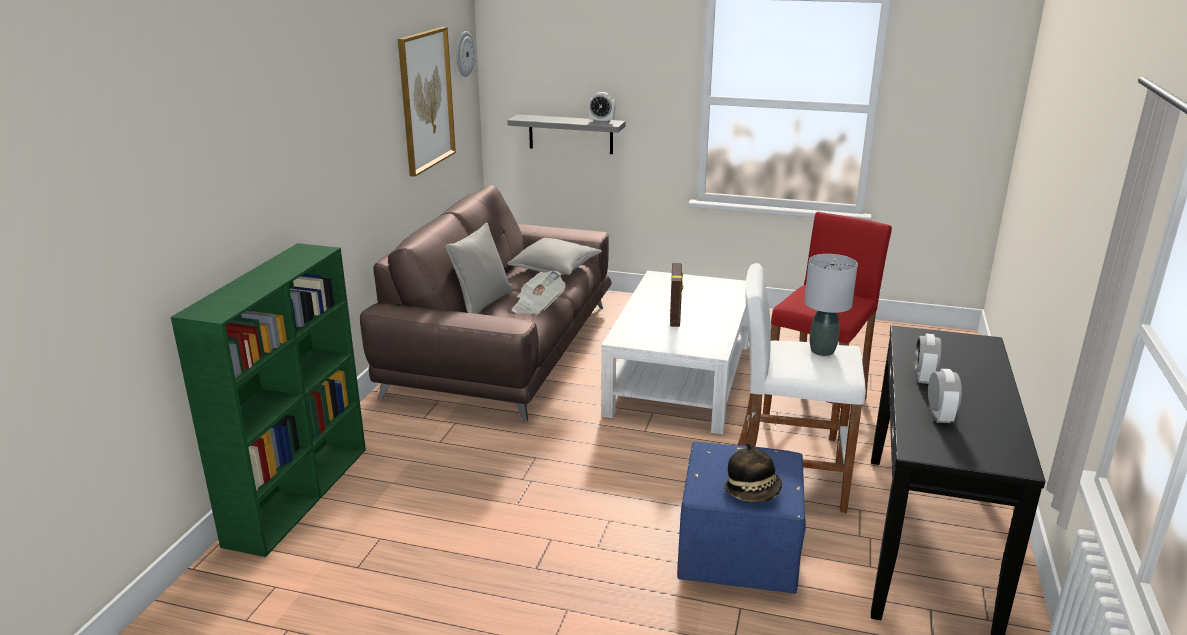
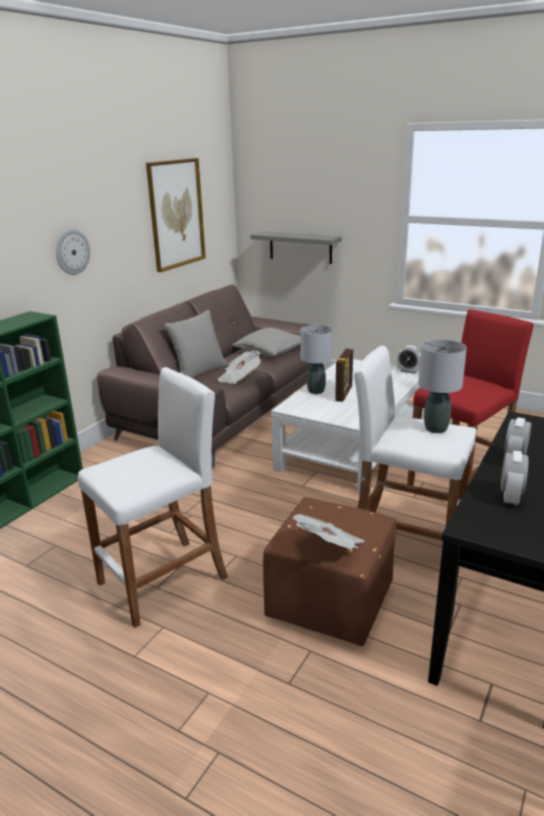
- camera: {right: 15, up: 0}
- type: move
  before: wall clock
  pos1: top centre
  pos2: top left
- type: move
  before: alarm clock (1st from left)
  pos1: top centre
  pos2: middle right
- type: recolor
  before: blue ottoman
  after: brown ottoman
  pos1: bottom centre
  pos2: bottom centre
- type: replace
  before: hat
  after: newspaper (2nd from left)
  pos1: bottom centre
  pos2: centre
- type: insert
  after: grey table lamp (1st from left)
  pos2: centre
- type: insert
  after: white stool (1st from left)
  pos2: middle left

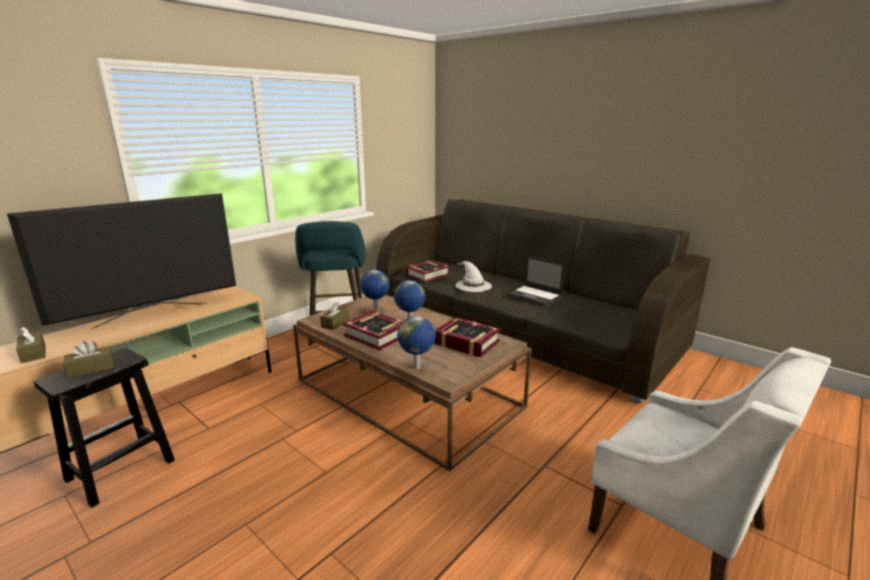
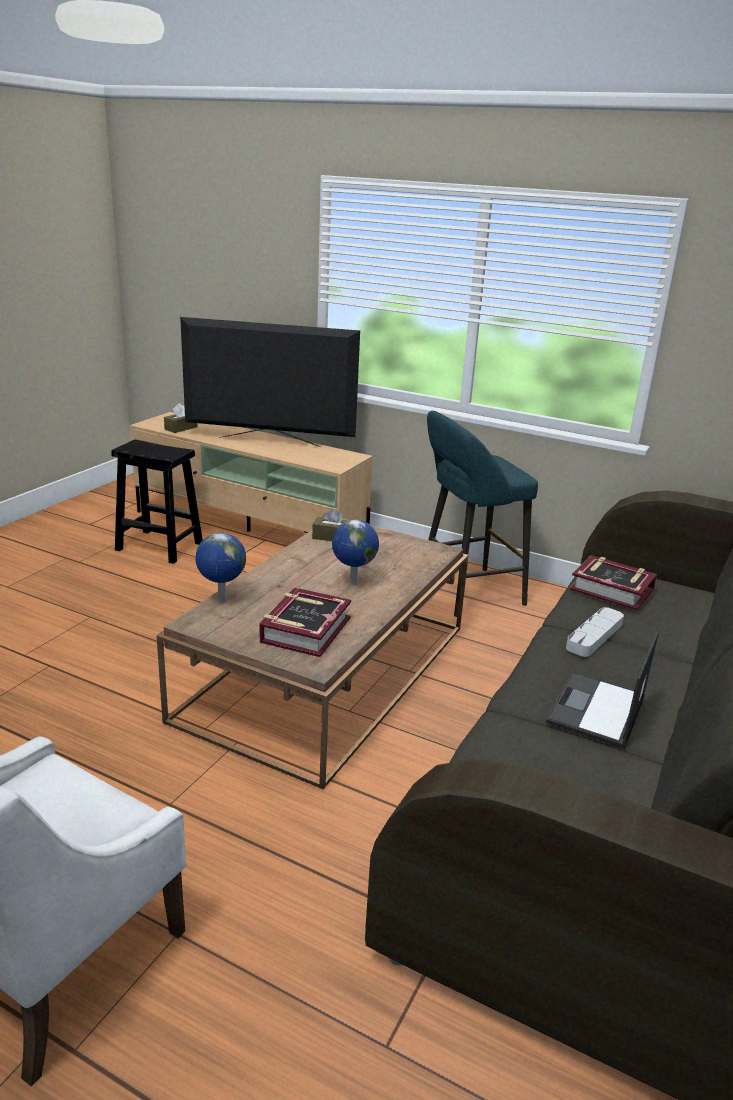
- camera: {right: 75, up: 5}
- type: rotate
  before: television
  pos1: middle left
  pos2: centre
  turn: 150
- type: replace
  before: white hat
  after: grey tray
  pos1: centre
  pos2: middle right
- type: delete
  before: globe (1st from left)
  pos1: centre
- type: delete
  before: book (1st from left)
  pos1: centre
- type: delete
  before: brown tissue box (2nd from left)
  pos1: middle left

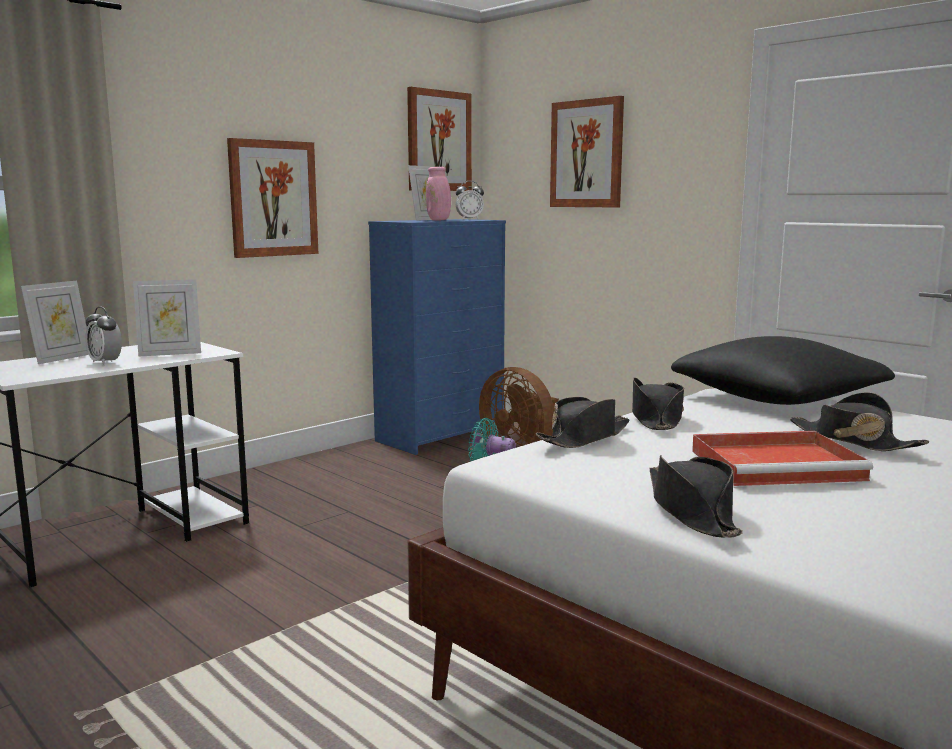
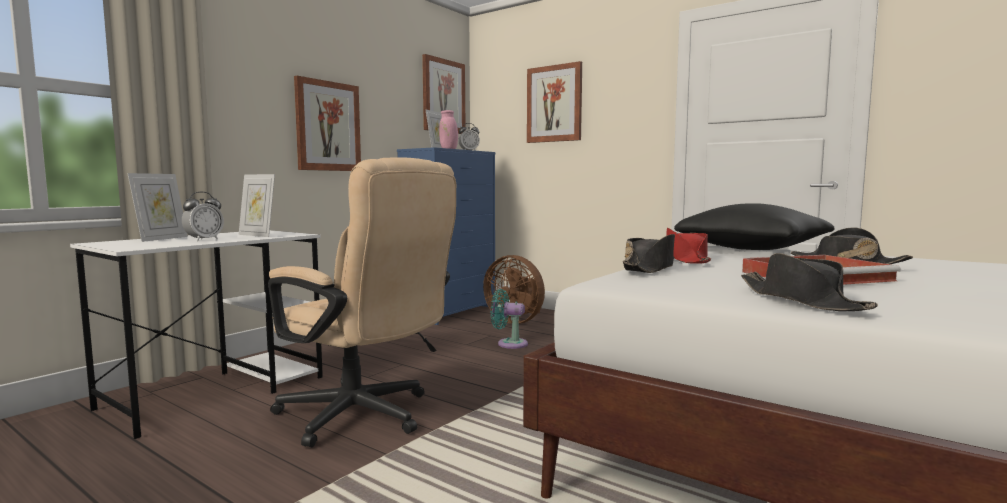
- camera: {right: -10, up: -5}
- type: rotate
  before: picture frame (2nd from left)
  pos1: middle left
  pos2: middle left
  turn: 60
- type: rotate
  before: alarm clock (1st from left)
  pos1: middle left
  pos2: middle left
  turn: -90
- type: recolor
  before: black hat (2nd from left)
  after: red hat
  pos1: middle right
  pos2: middle right
- type: insert
  after: beige office chair
  pos2: centre

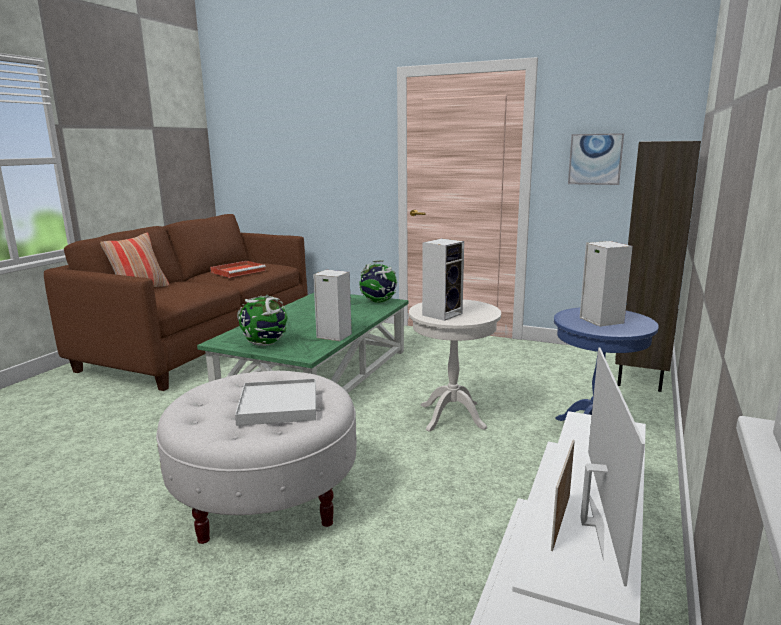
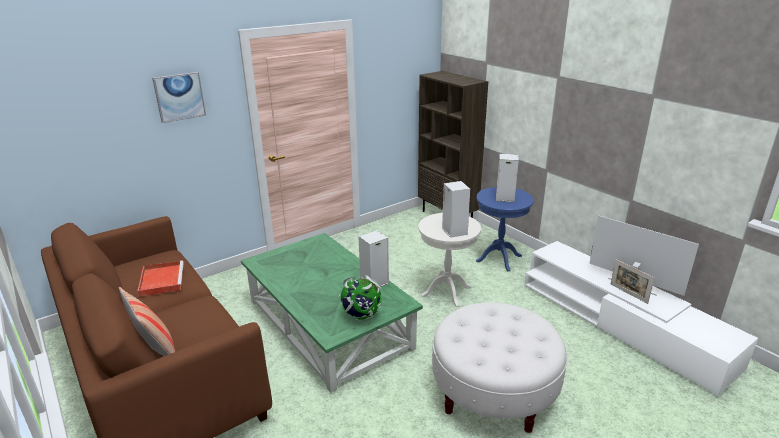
- camera: {right: -60, up: 10}
- type: move
  before: picture
  pos1: top right
  pos2: top left
- type: delete
  before: globe (2nd from left)
  pos1: centre
- type: delete
  before: white tray
  pos1: centre

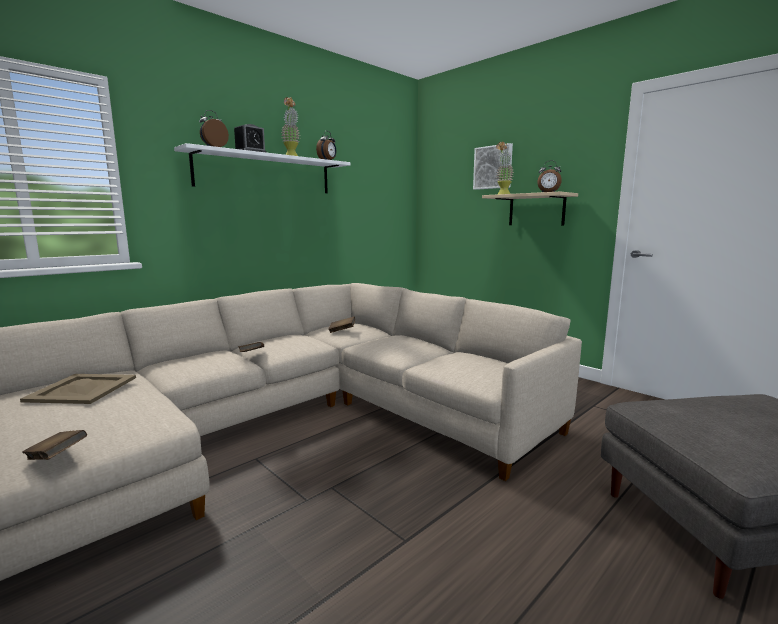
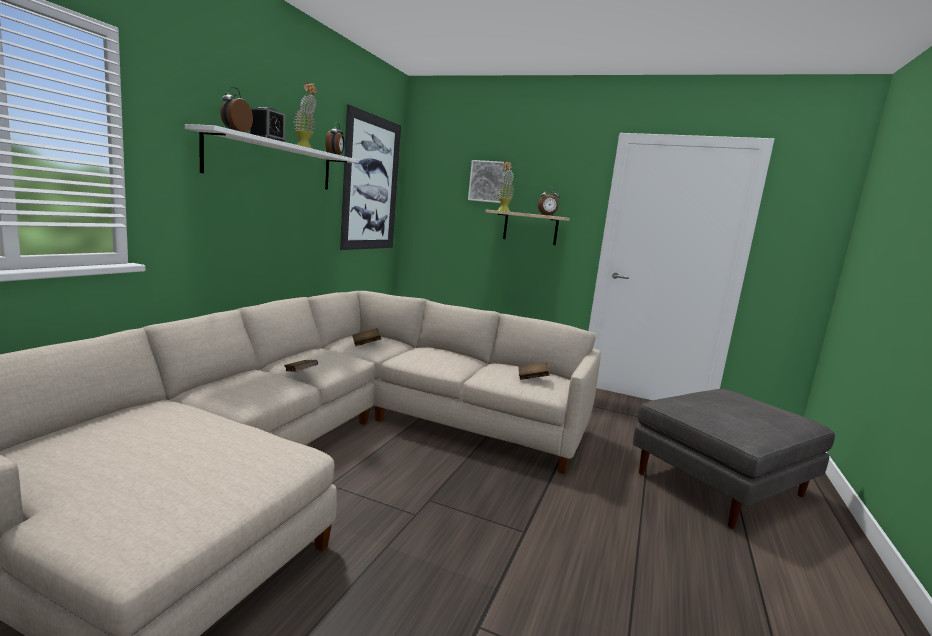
- camera: {right: -25, up: 0}
- type: delete
  before: beige tray
  pos1: middle left
- type: move
  before: brown book (1st from left in the first image)
  after: brown book (3rd from left)
  pos1: bottom left
  pos2: centre
- type: insert
  after: picture (1st from left)
  pos2: top centre

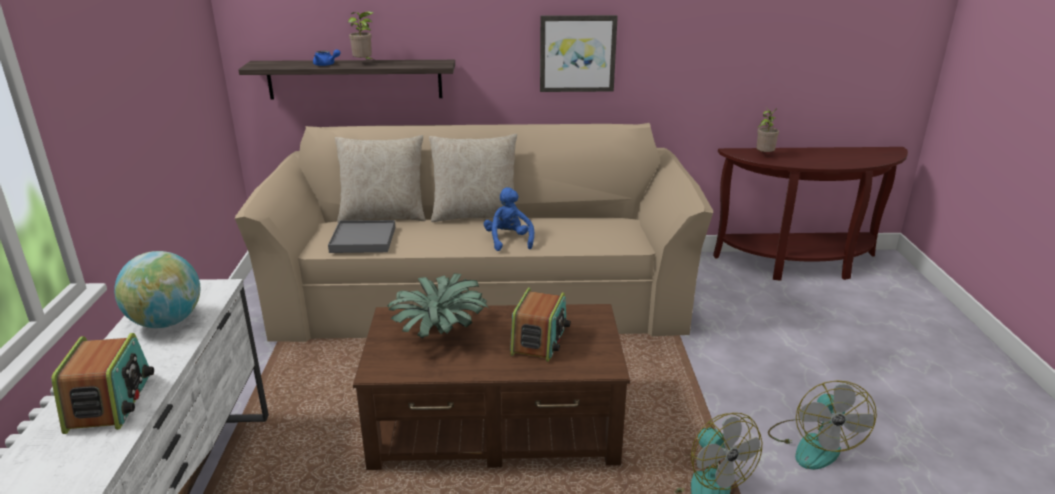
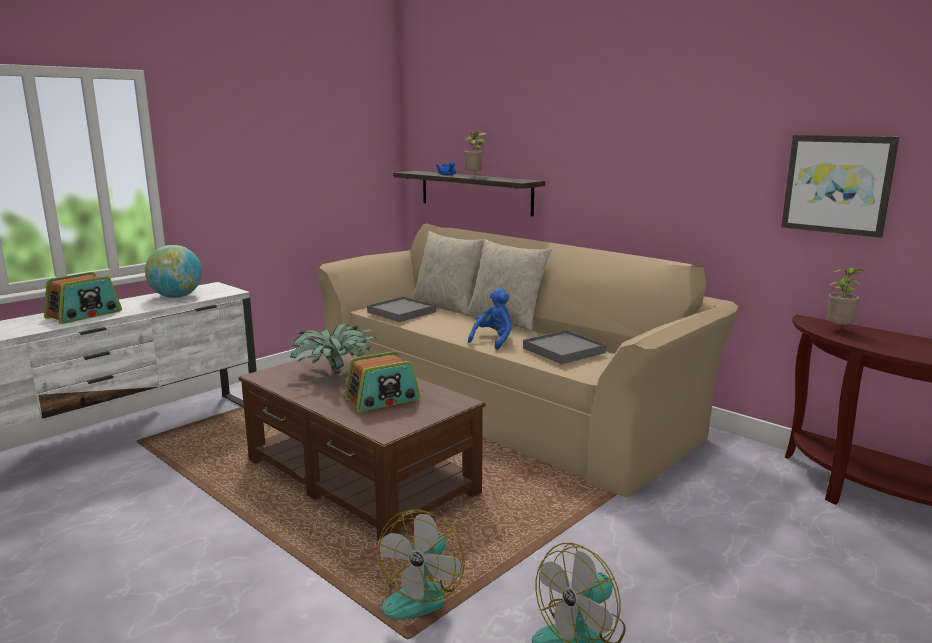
- camera: {right: 45, up: -10}
- type: move
  before: picture
  pos1: top centre
  pos2: top right
- type: insert
  after: grey tray (2nd from left)
  pos2: centre

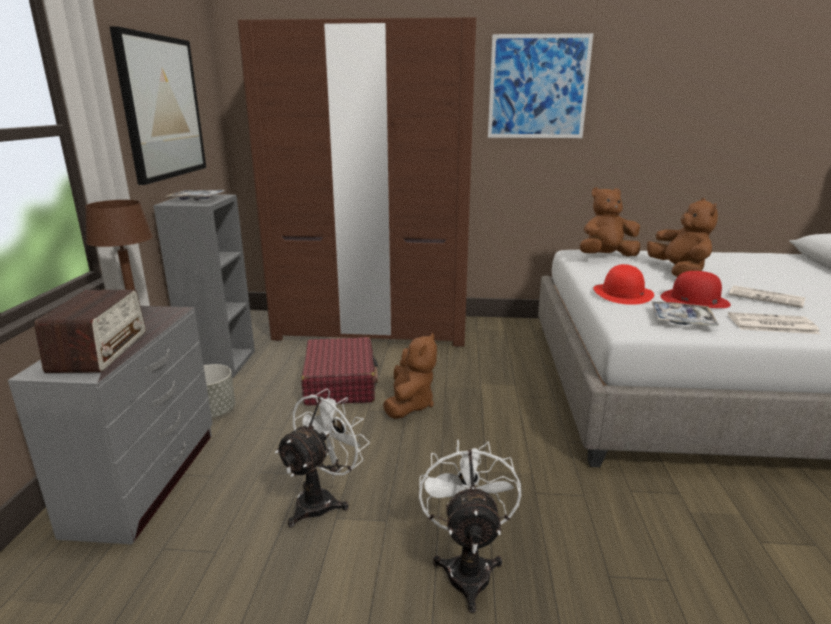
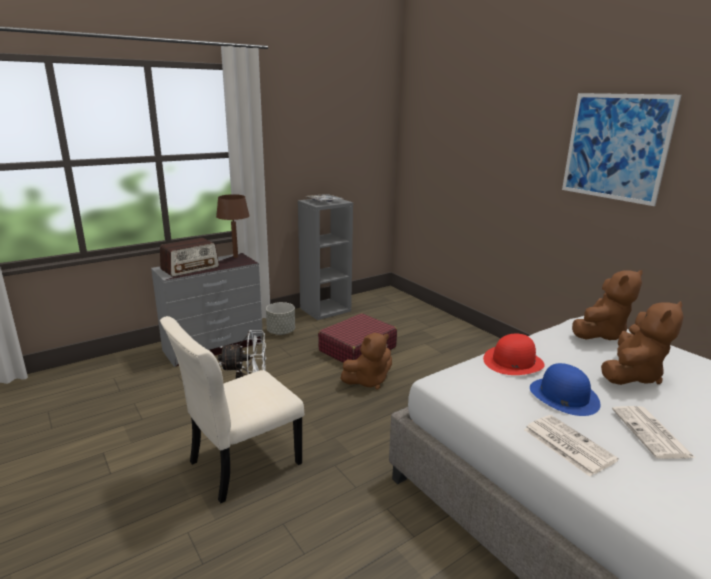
- camera: {right: 50, up: 0}
- type: delete
  before: brown wardrobe
  pos1: top centre
- type: delete
  before: picture (1st from left)
  pos1: top left
- type: rotate
  before: brown plush toy (2nd from left)
  pos1: middle right
  pos2: middle right
  turn: 105
- type: recolor
  before: red hat (2nd from left)
  after: blue hat
  pos1: middle right
  pos2: bottom right
- type: delete
  before: tray (2nd from left)
  pos1: middle right
- type: replace
  before: white fan (2nd from left)
  after: beige chair
  pos1: bottom centre
  pos2: bottom left

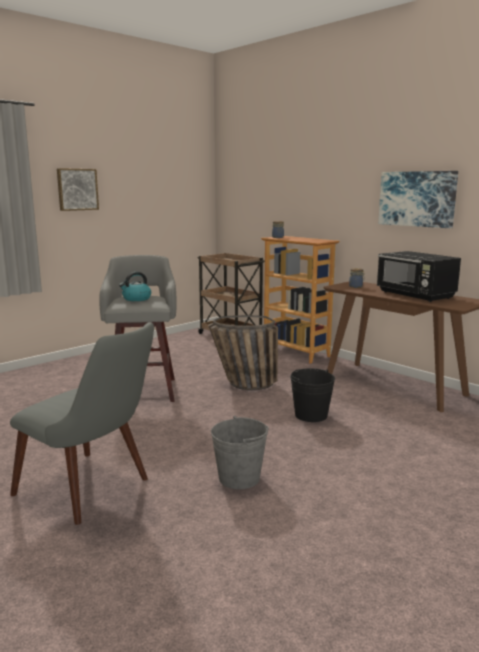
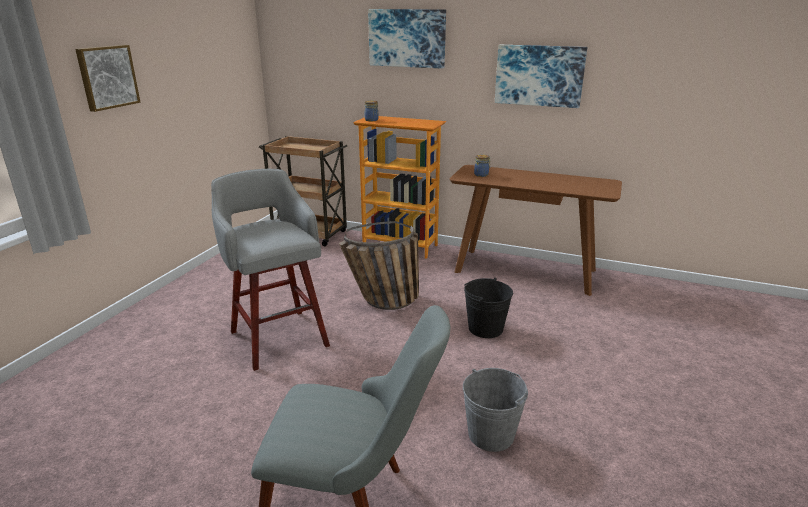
- camera: {right: -25, up: 10}
- type: delete
  before: black microwave
  pos1: middle right
- type: delete
  before: kettle
  pos1: middle left
- type: insert
  after: picture (2nd from left)
  pos2: top centre

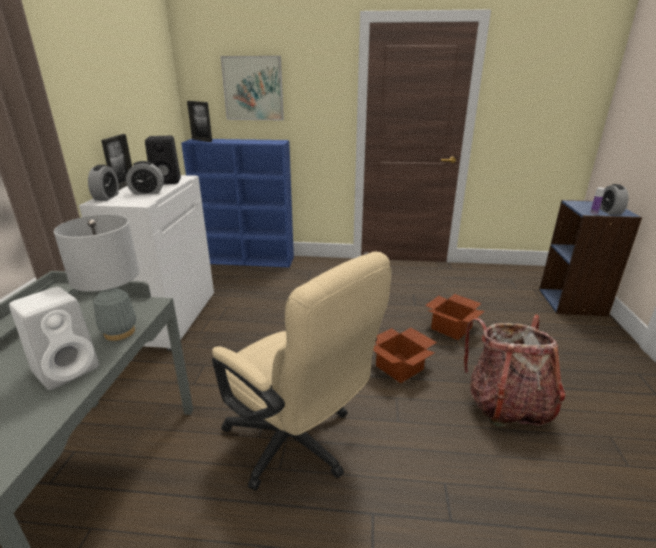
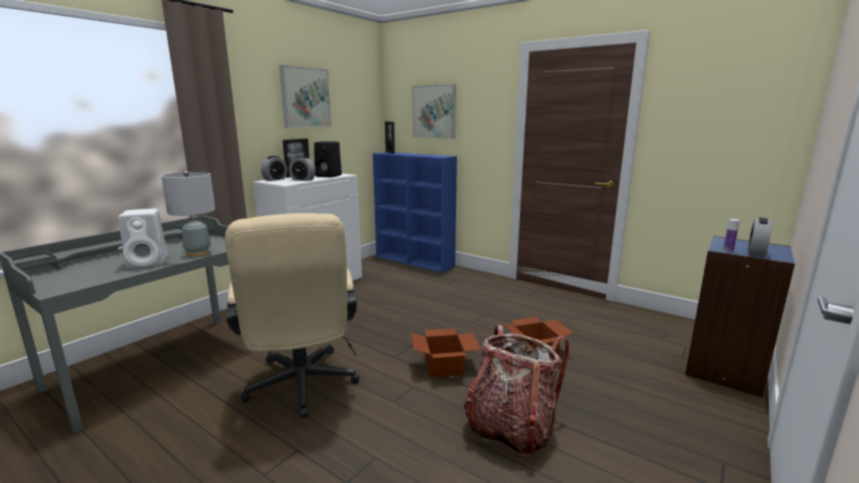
- camera: {right: 30, up: -10}
- type: insert
  after: picture (1st from left)
  pos2: top centre

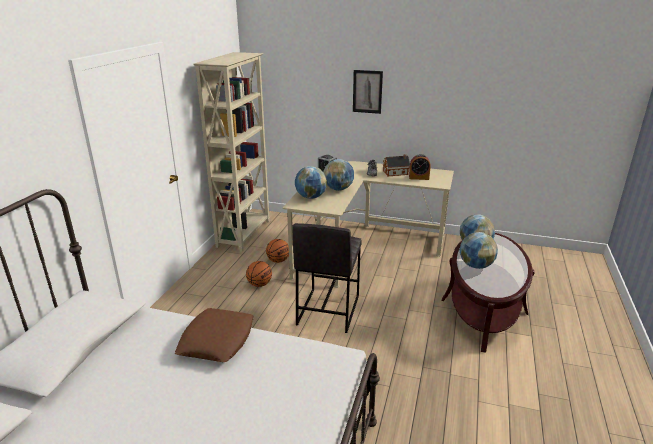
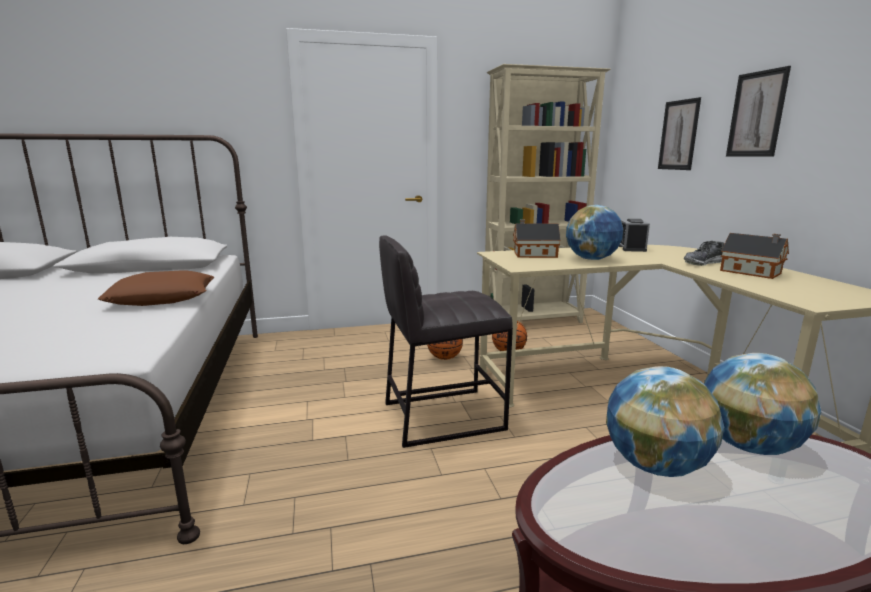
- camera: {right: 60, up: -10}
- type: delete
  before: alarm clock (2nd from left)
  pos1: centre
- type: replace
  before: globe (1st from left)
  after: toy house (1st from left)
  pos1: centre
  pos2: centre
- type: insert
  after: picture (1st from left)
  pos2: top right

